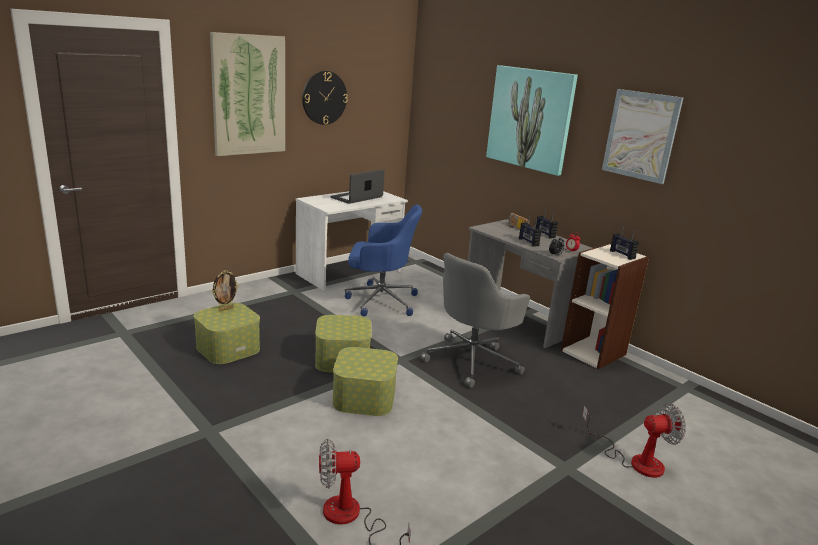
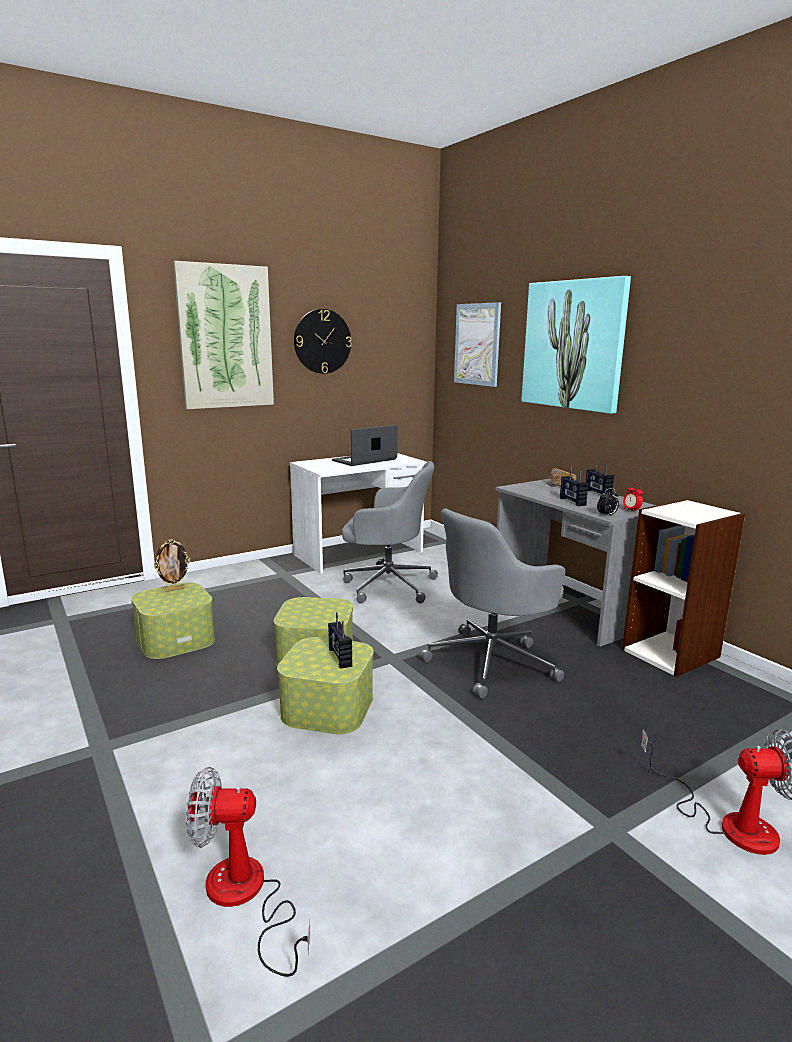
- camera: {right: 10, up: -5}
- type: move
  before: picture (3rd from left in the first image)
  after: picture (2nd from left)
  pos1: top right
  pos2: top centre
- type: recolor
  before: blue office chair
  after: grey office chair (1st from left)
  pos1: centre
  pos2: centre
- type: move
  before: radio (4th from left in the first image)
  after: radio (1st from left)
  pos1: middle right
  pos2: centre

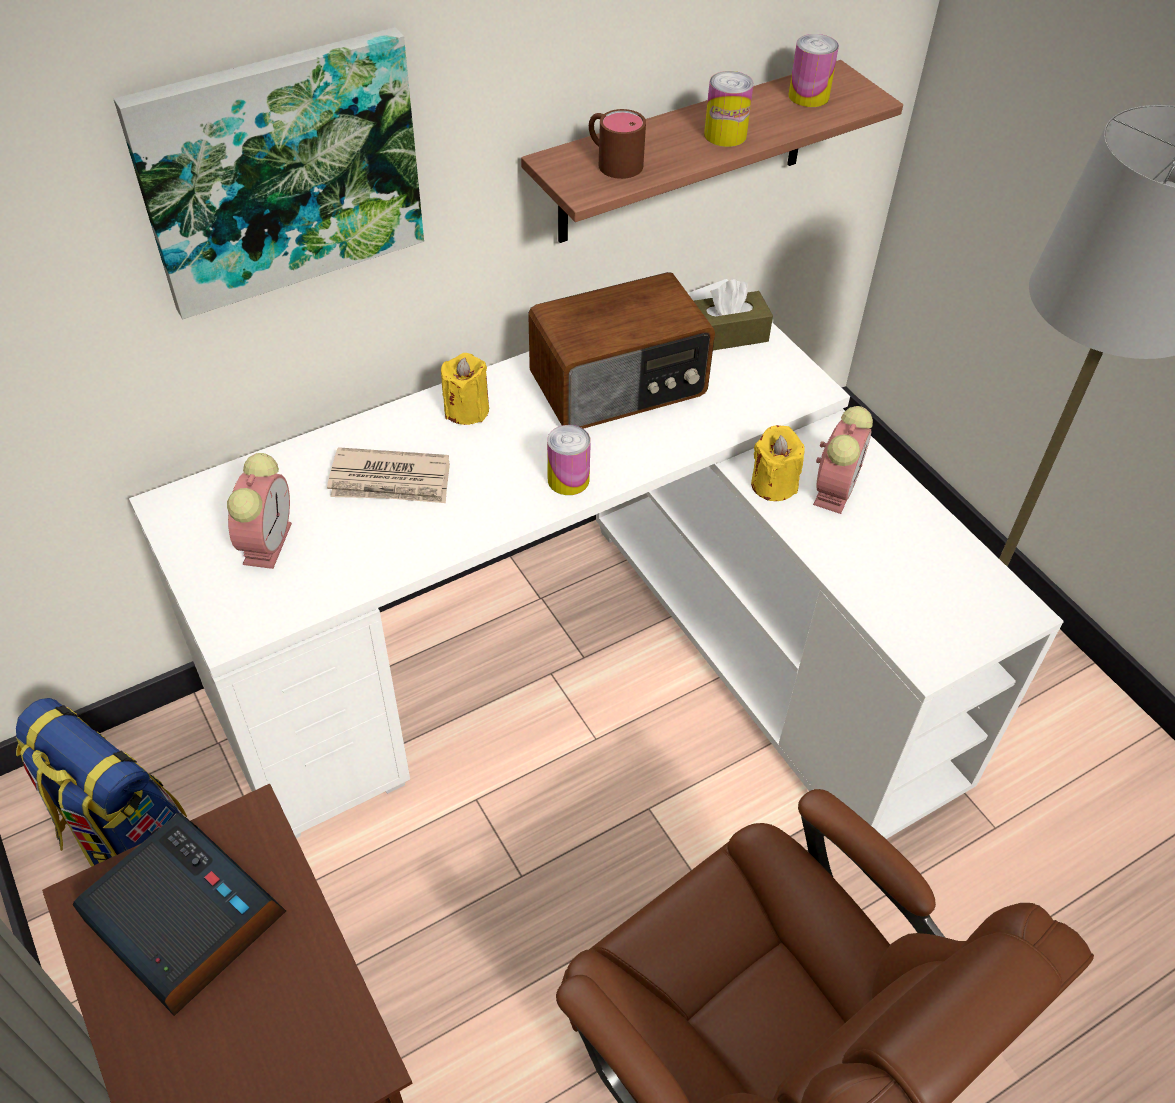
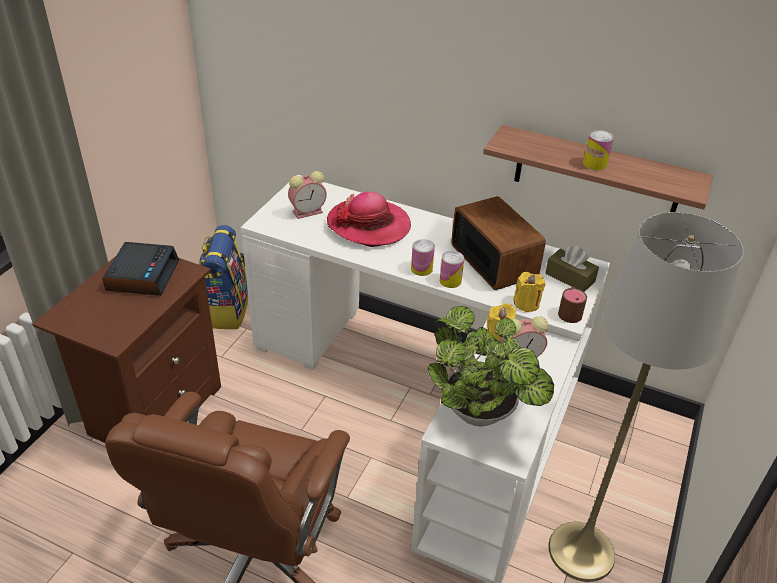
- camera: {right: 55, up: -10}
- type: delete
  before: picture
  pos1: top left
- type: move
  before: can (3rd from left in the first image)
  after: can (2nd from left)
  pos1: top right
  pos2: centre
- type: move
  before: brown mug
  pos1: top centre
  pos2: middle right
- type: rotate
  before: radio
  pos1: top centre
  pos2: centre
  turn: -150
- type: move
  before: yellow candle (1st from left in the first image)
  after: yellow candle (2nd from left)
  pos1: centre
  pos2: middle right
- type: replace
  before: newspaper
  after: hat
  pos1: middle left
  pos2: centre
- type: insert
  after: potted plant
  pos2: centre

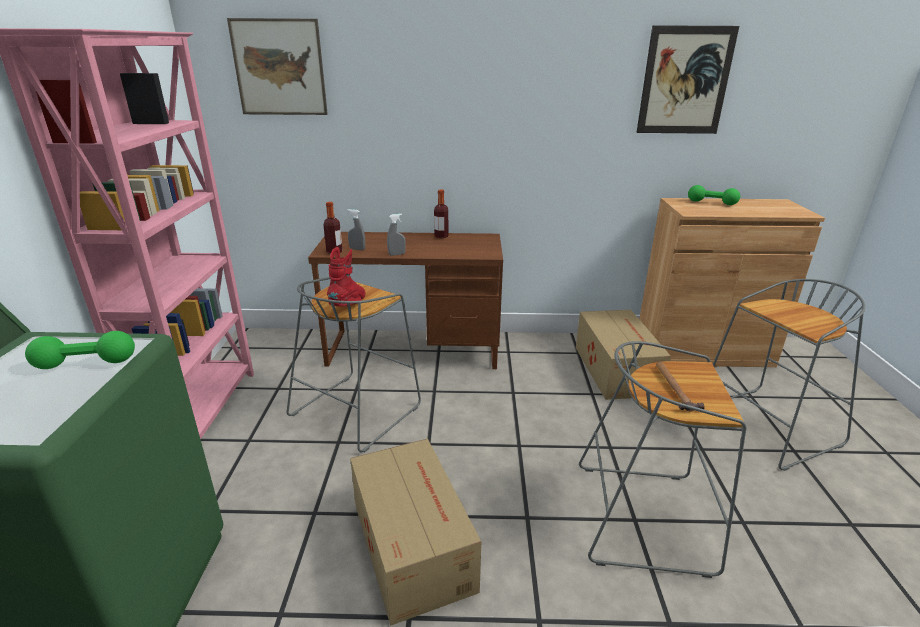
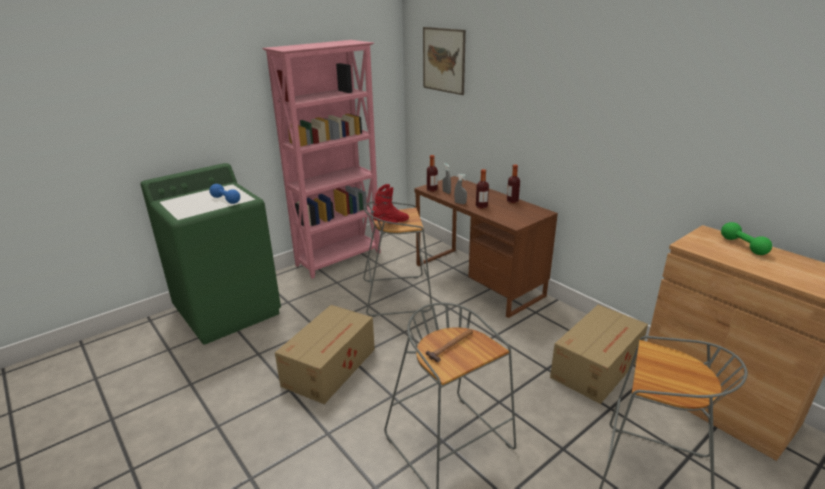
- camera: {right: 50, up: 0}
- type: delete
  before: picture (2nd from left)
  pos1: top right
- type: recolor
  before: green dumbbell (1st from left)
  after: blue dumbbell
  pos1: middle left
  pos2: middle left
- type: insert
  after: bottle (2nd from left)
  pos2: centre

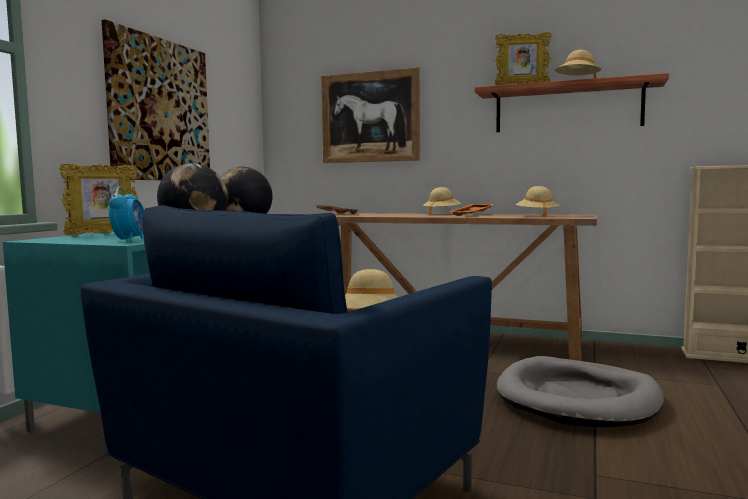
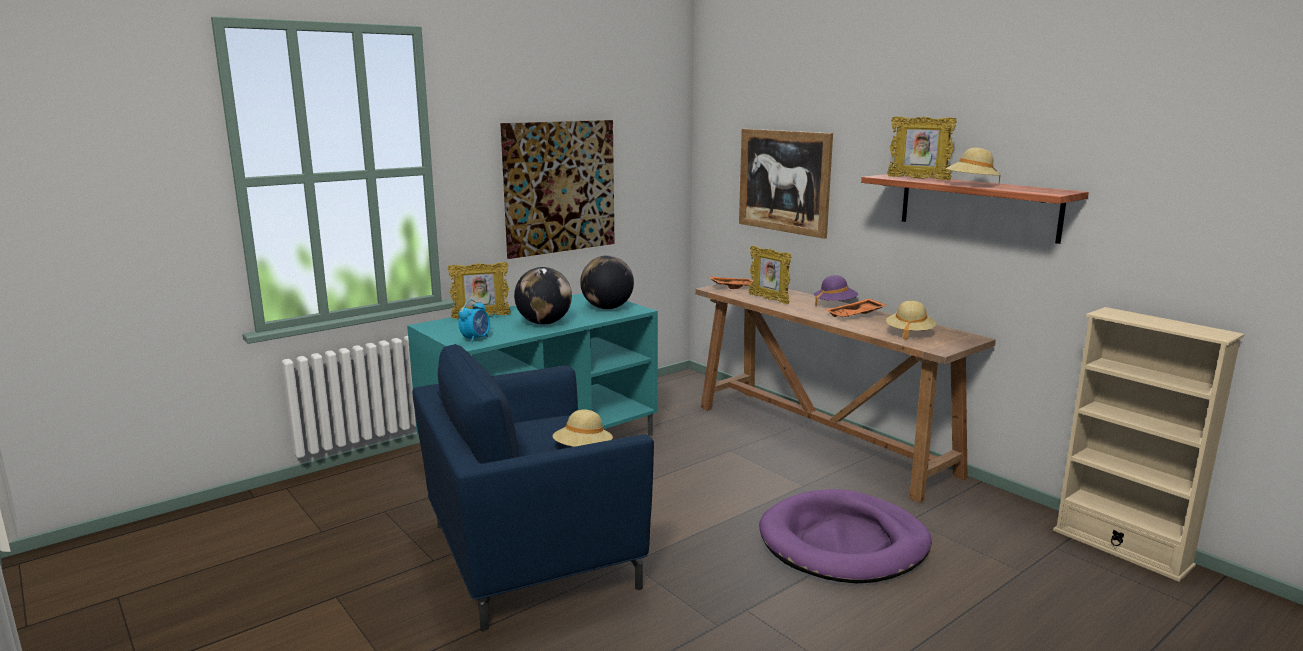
- camera: {right: 30, up: 10}
- type: recolor
  before: beige hat (2nd from left)
  after: purple hat
  pos1: centre
  pos2: centre
- type: recolor
  before: grey dog bed
  after: purple dog bed
  pos1: bottom right
  pos2: bottom centre
- type: insert
  after: picture frame (2nd from left)
  pos2: centre

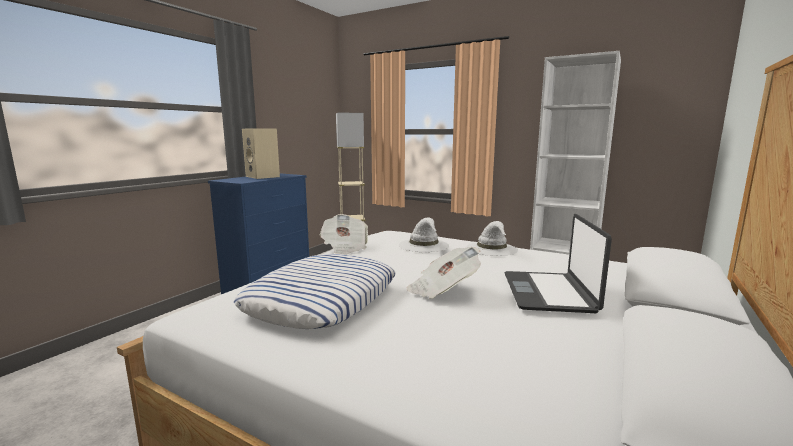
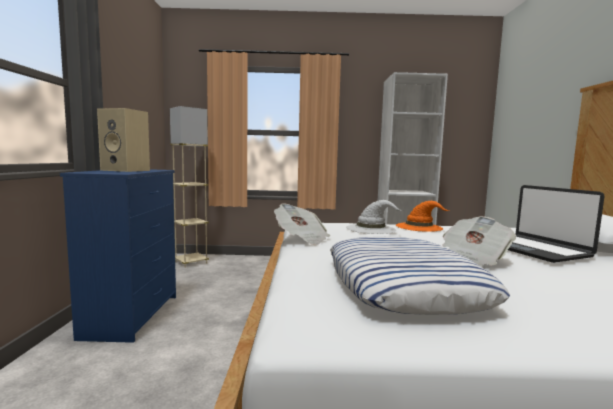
- camera: {right: -30, up: -5}
- type: recolor
  before: white hat (2nd from left)
  after: orange hat
  pos1: centre
  pos2: middle right

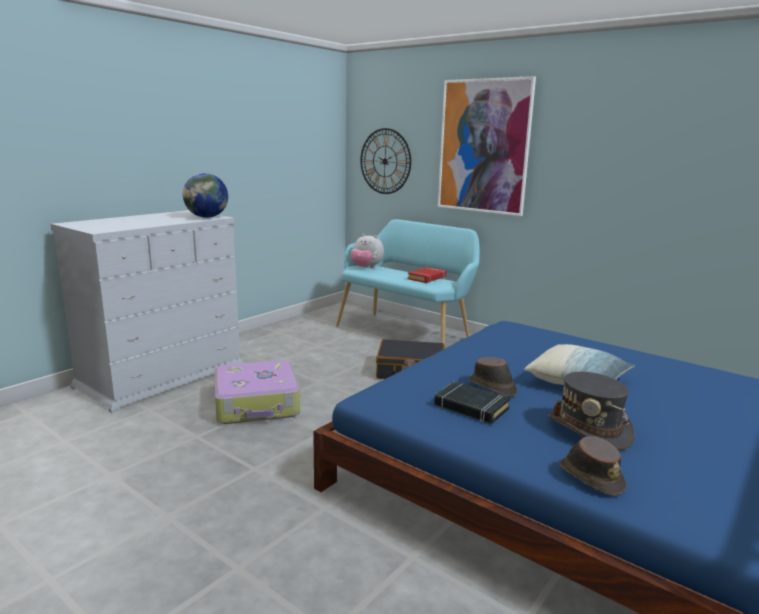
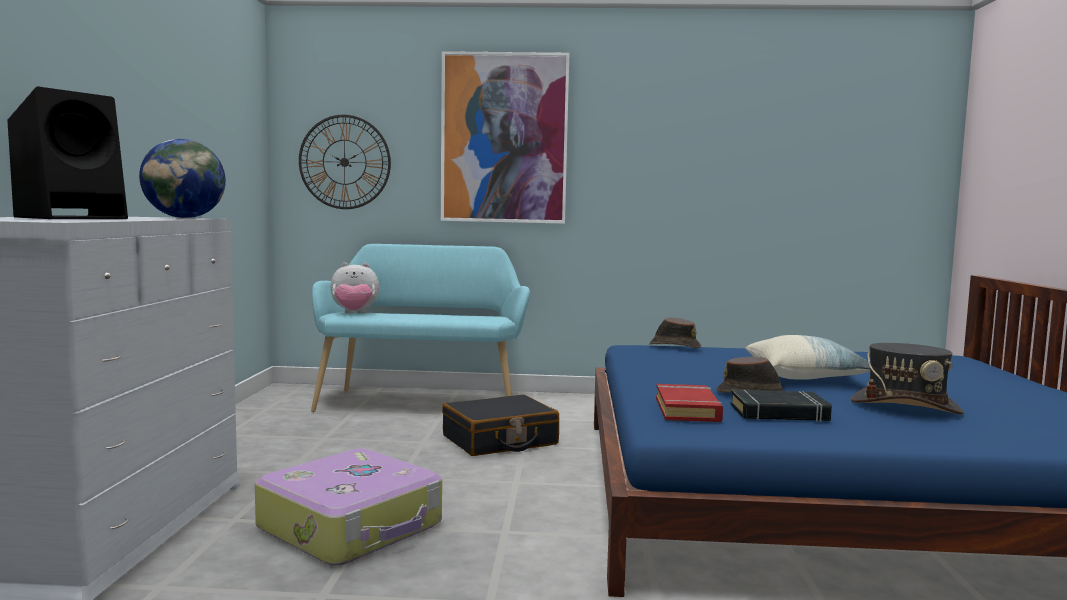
- camera: {right: -35, up: -10}
- type: move
  before: red book
  pos1: centre
  pos2: bottom centre
- type: move
  before: brown hat (2nd from left in the first image)
  after: brown hat (1st from left)
  pos1: bottom right
  pos2: centre
- type: insert
  after: black speaker
  pos2: top left

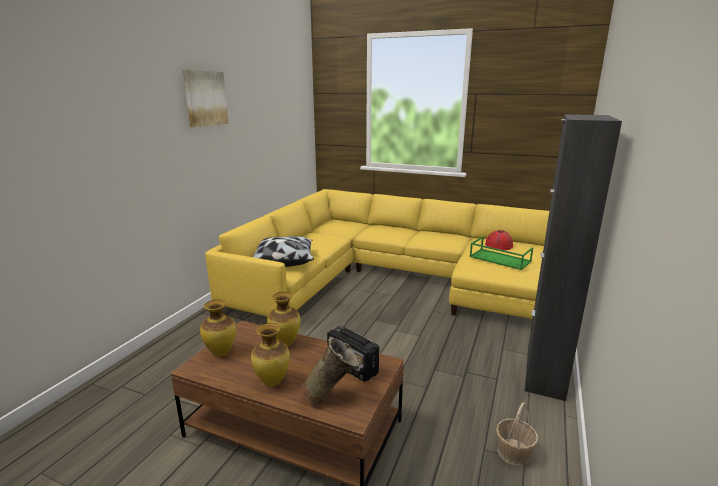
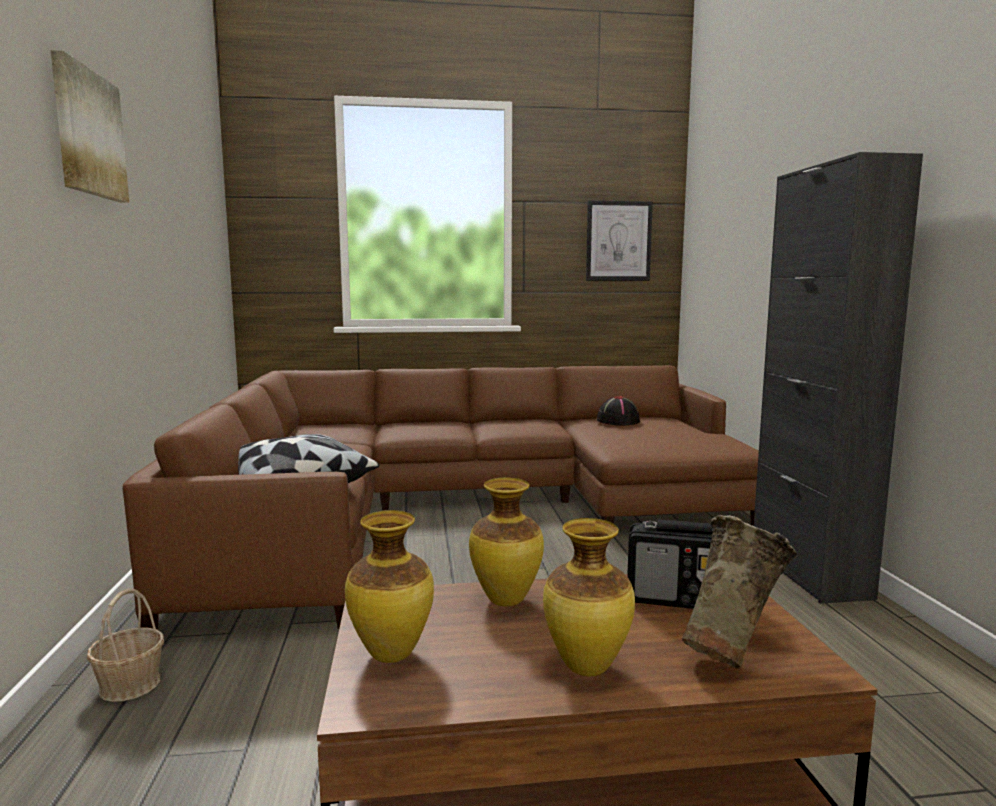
- camera: {right: -30, up: -10}
- type: recolor
  before: yellow sofa
  after: brown sofa
  pos1: centre
  pos2: centre
- type: recolor
  before: red hat
  after: black hat
  pos1: middle right
  pos2: centre
- type: delete
  before: green tray
  pos1: middle right
- type: move
  before: basket
  pos1: bottom right
  pos2: bottom left
- type: insert
  after: picture (2nd from left)
  pos2: top centre

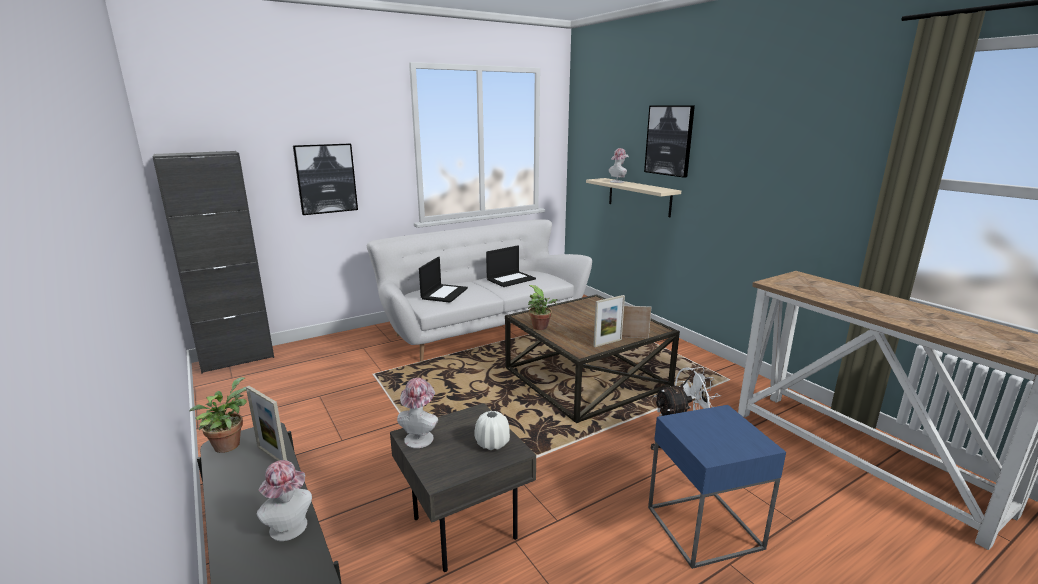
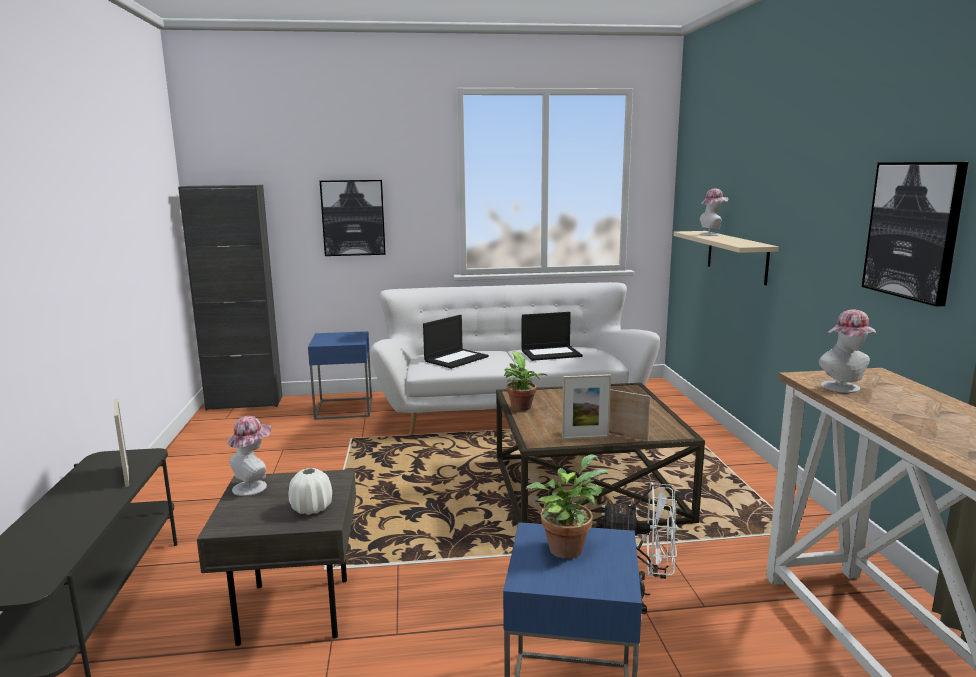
- camera: {right: 25, up: -5}
- type: move
  before: picture (2nd from left)
  pos1: top centre
  pos2: middle right
- type: move
  before: potted plant (1st from left in the first image)
  after: potted plant (2nd from left)
  pos1: bottom left
  pos2: bottom centre
- type: move
  before: hat (1st from left in the first image)
  after: hat (3rd from left)
  pos1: bottom left
  pos2: middle right
- type: insert
  after: blue side table (1st from left)
  pos2: centre

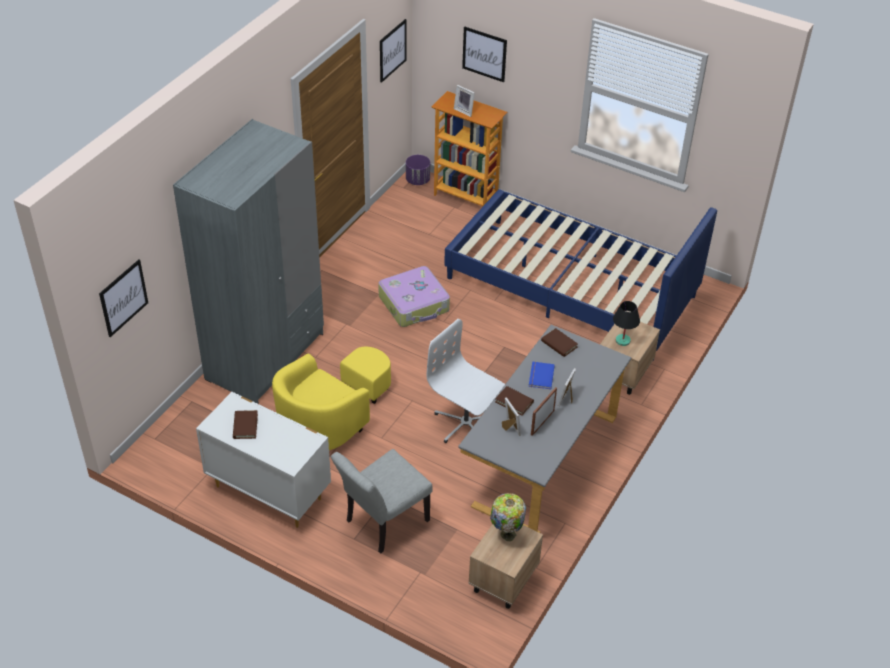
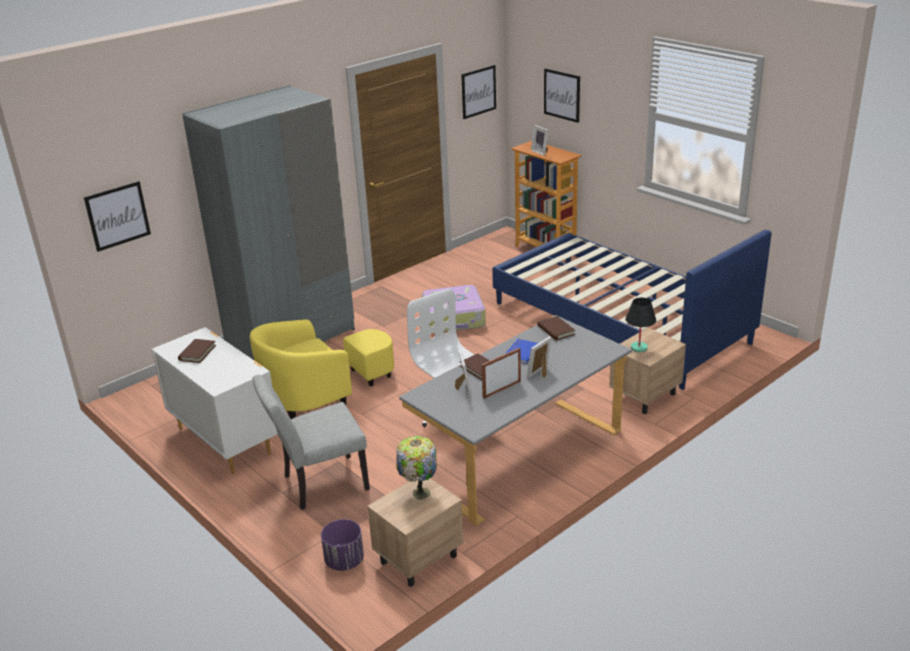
- camera: {right: 20, up: -15}
- type: move
  before: purple planter
  pos1: top centre
  pos2: bottom centre

